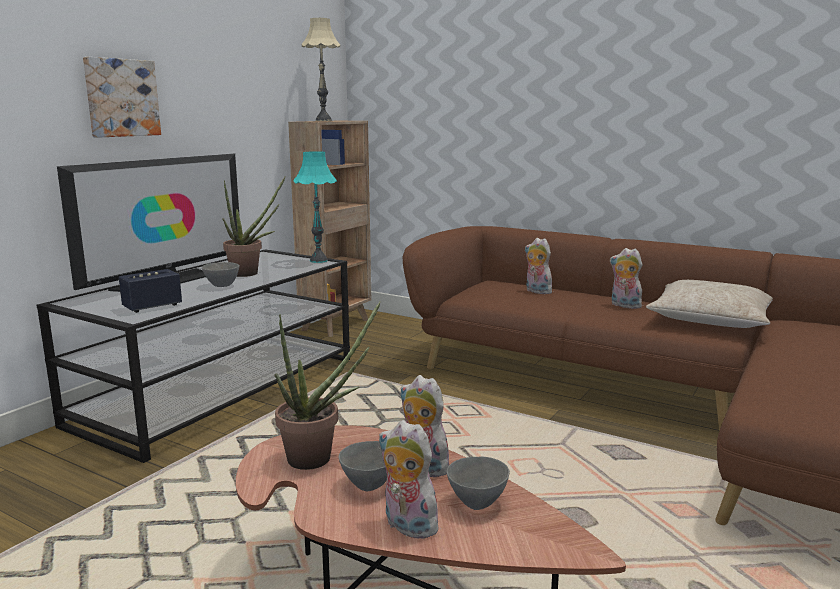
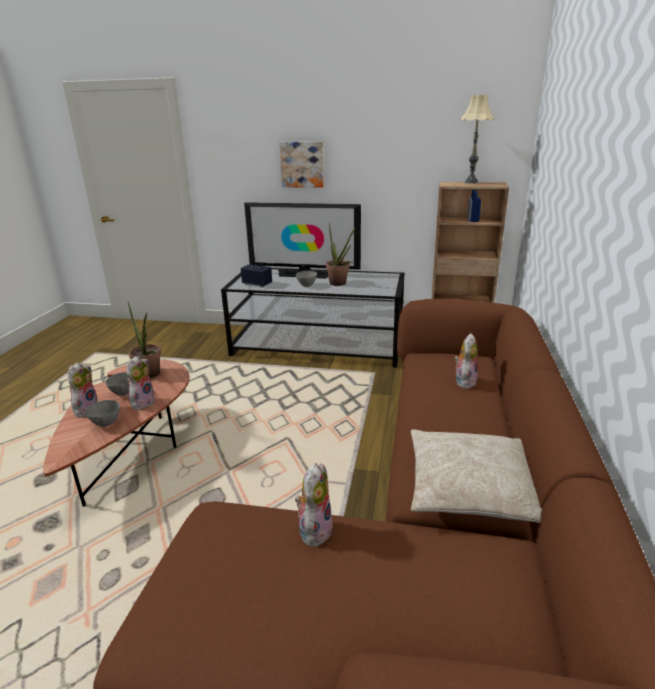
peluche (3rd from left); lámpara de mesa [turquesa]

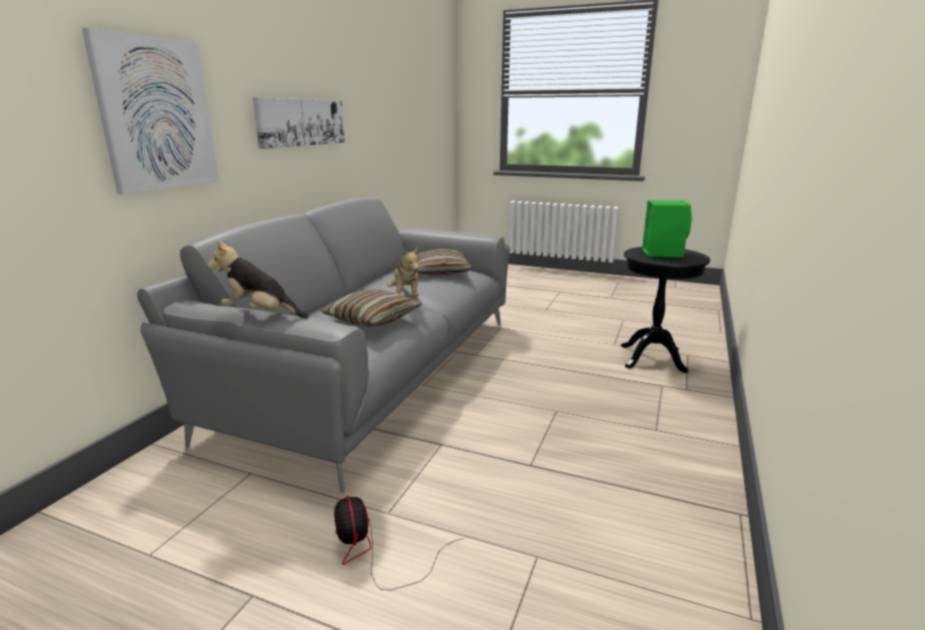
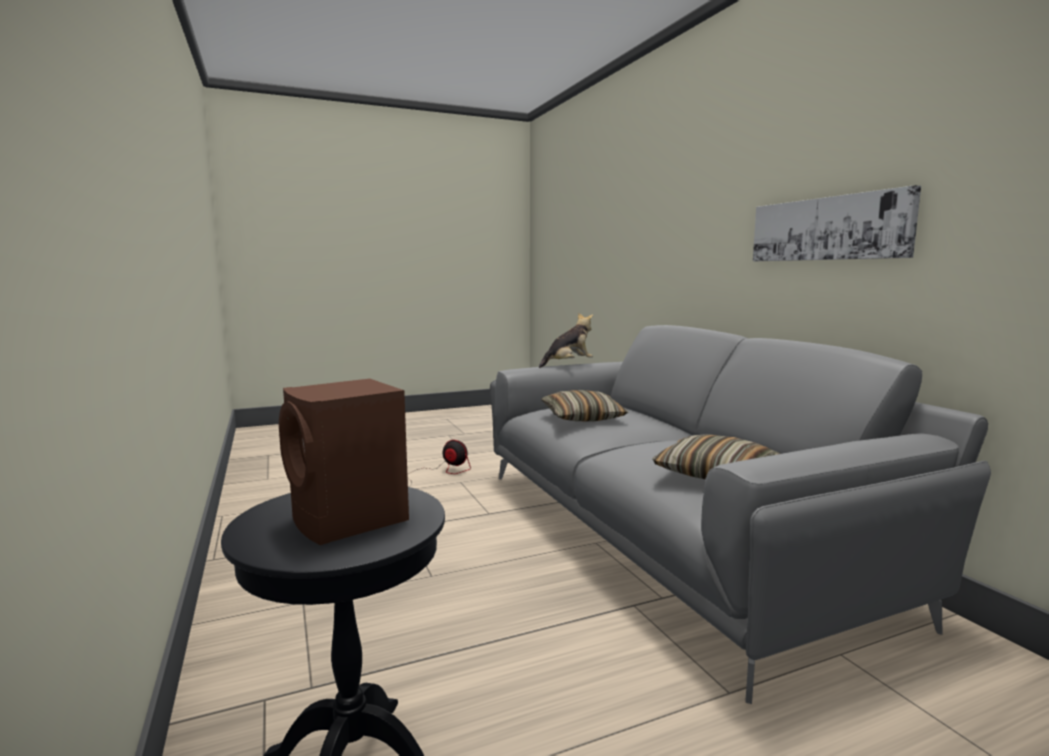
altavoz [marrón]; cuadro (1st from left in the first image); peluche (2nd from left in the first image)

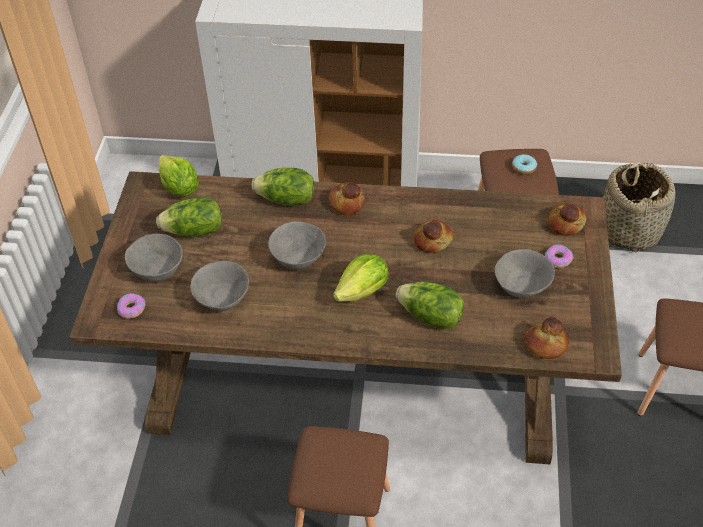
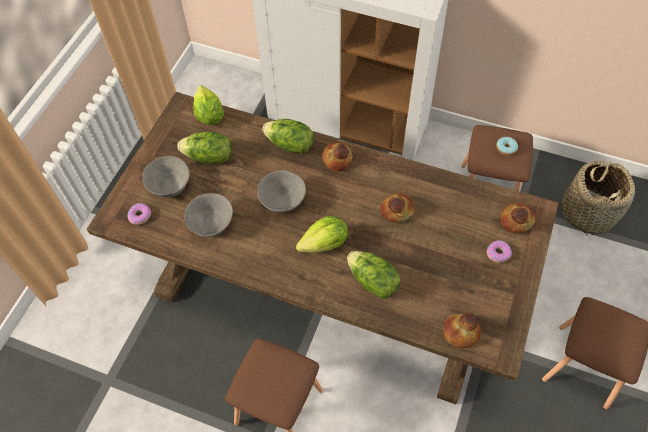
cuenco [gris] (4th from left in the first image)

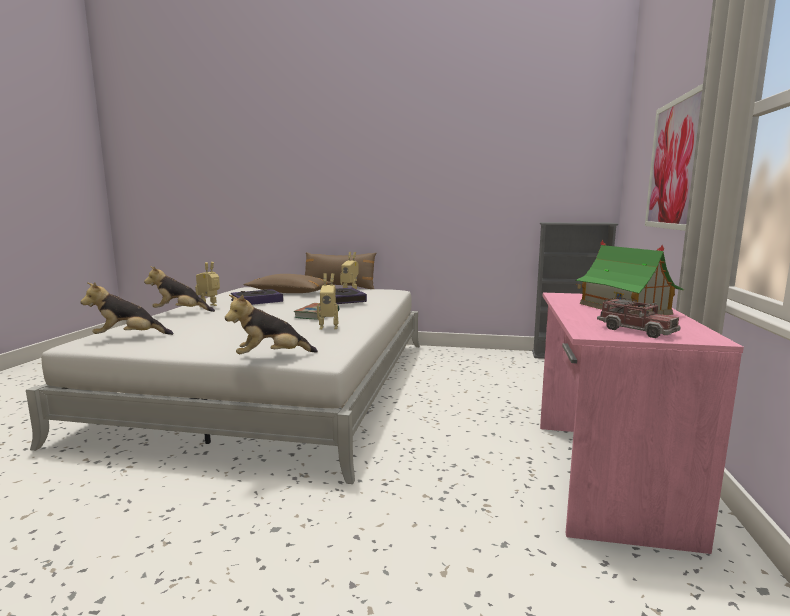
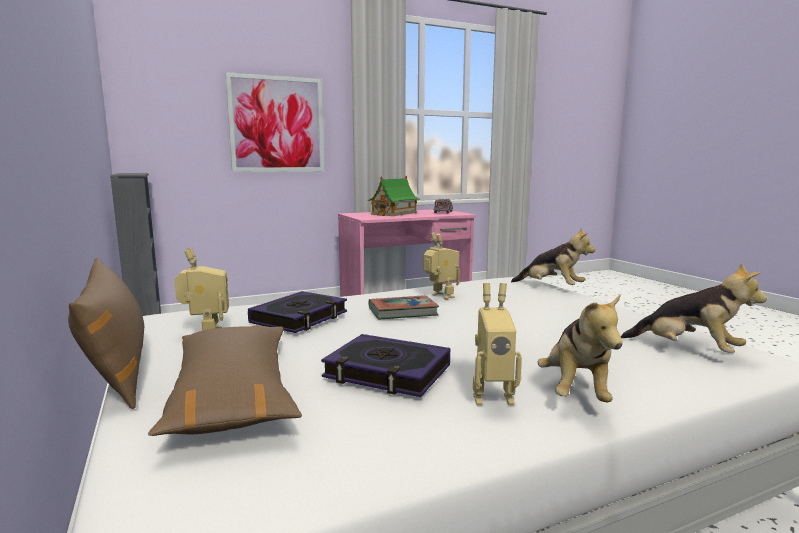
peluche (2nd from left)

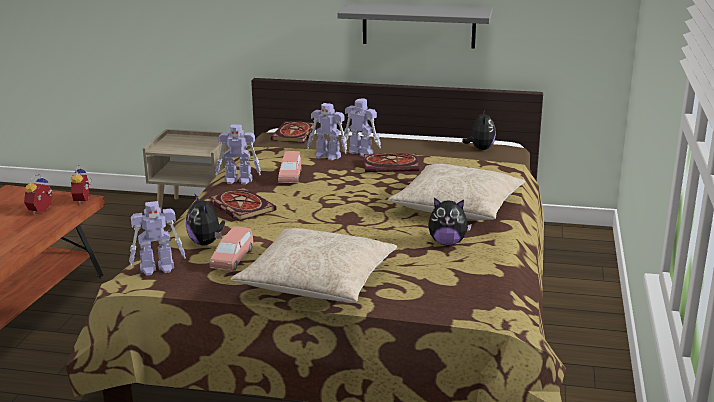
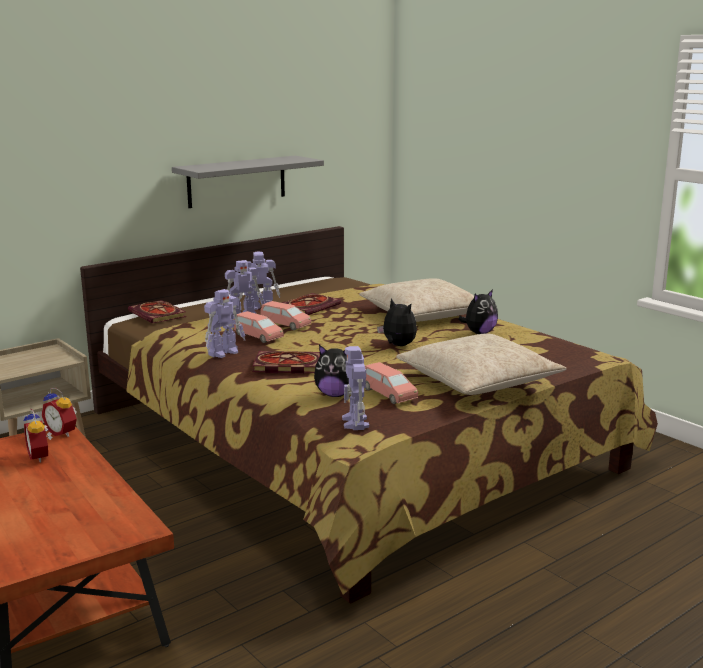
coche de juguete [rosa] (2nd from left); robot de juguete (4th from left); peluche (2nd from left)

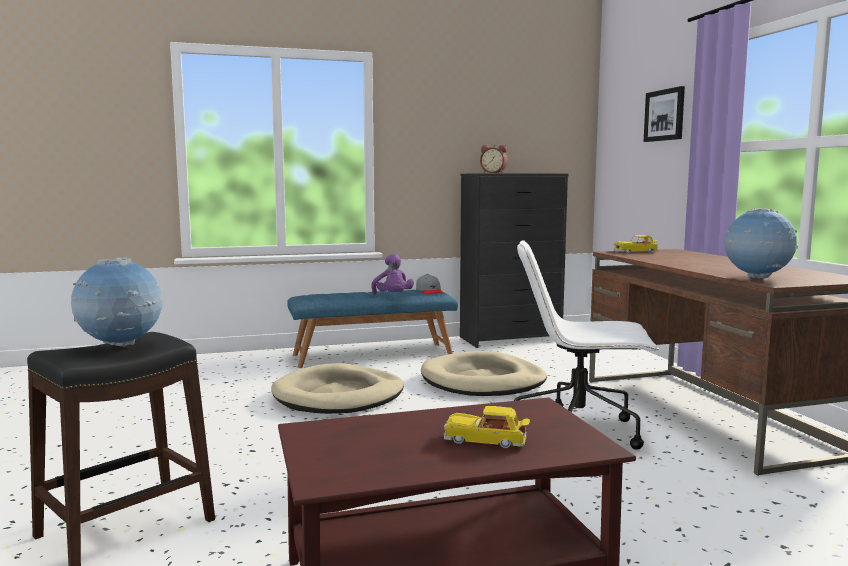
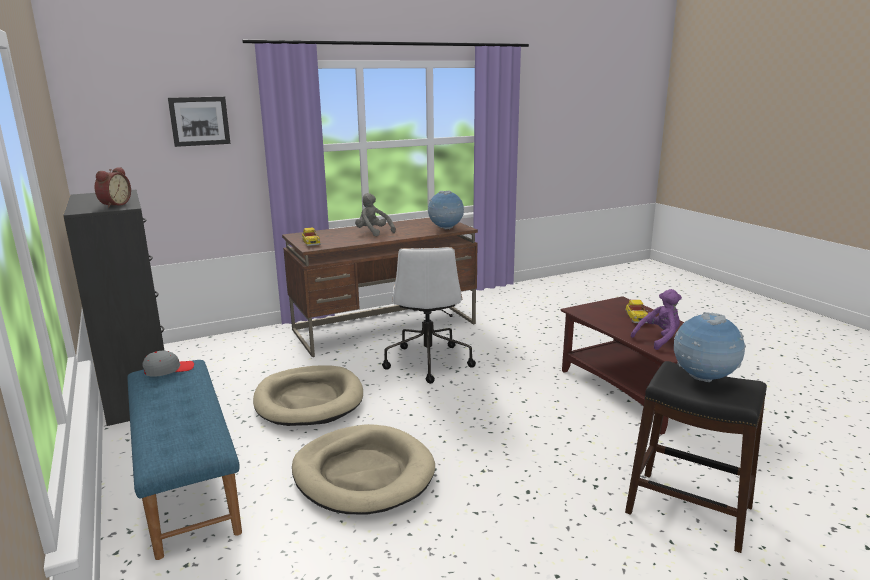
peluche [gris]; peluche [morado]

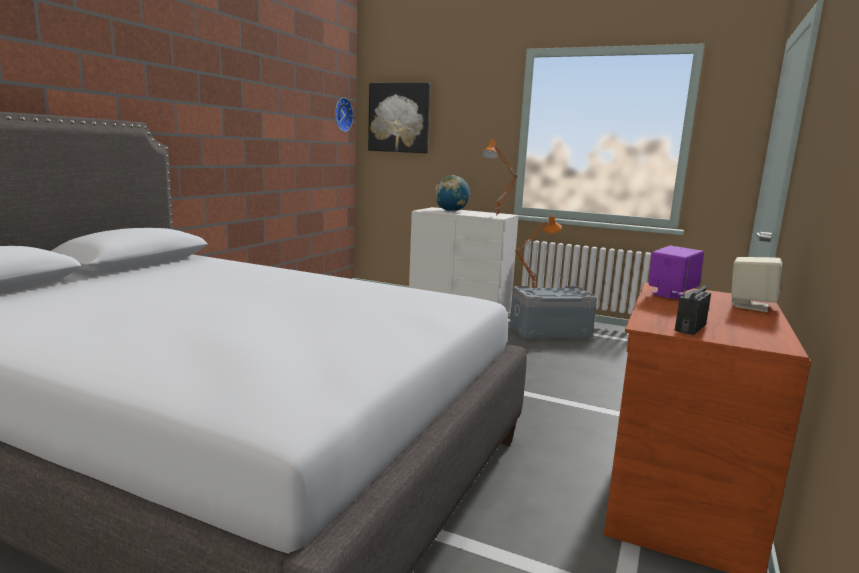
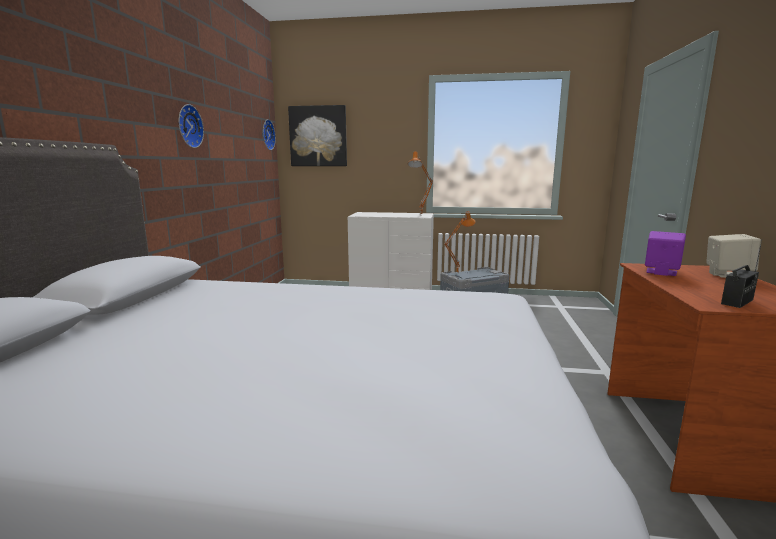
reloj de pared (1st from left); radio; globo terráqueo

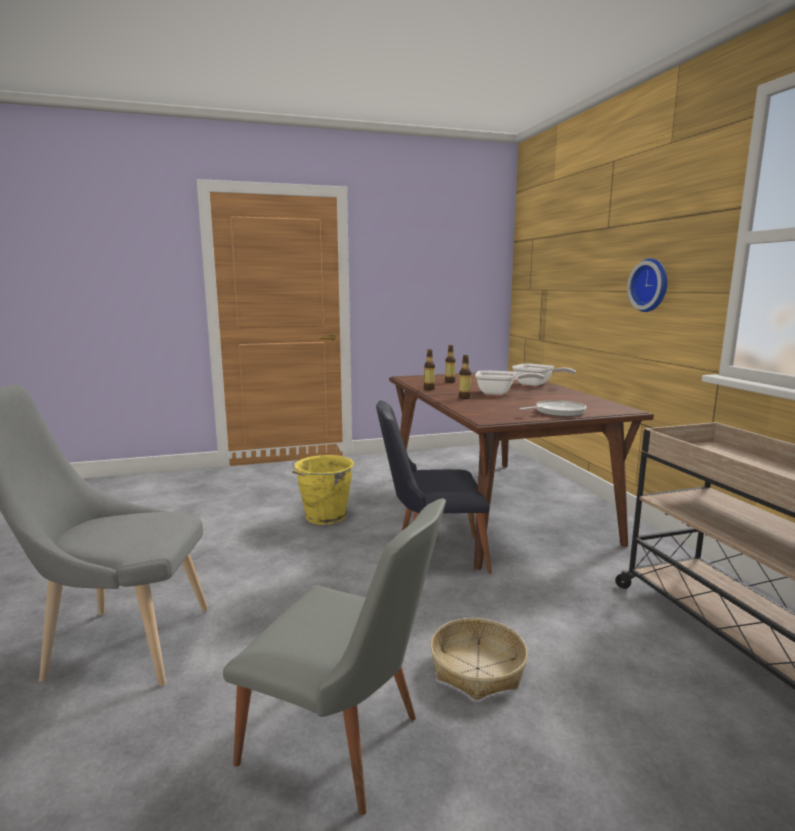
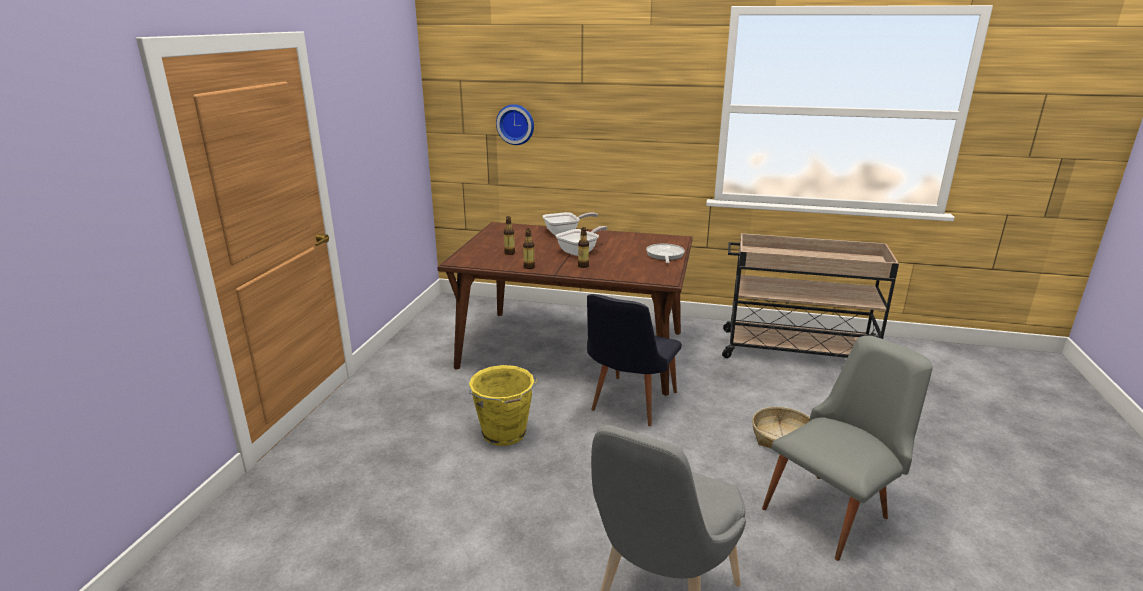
reloj de pared

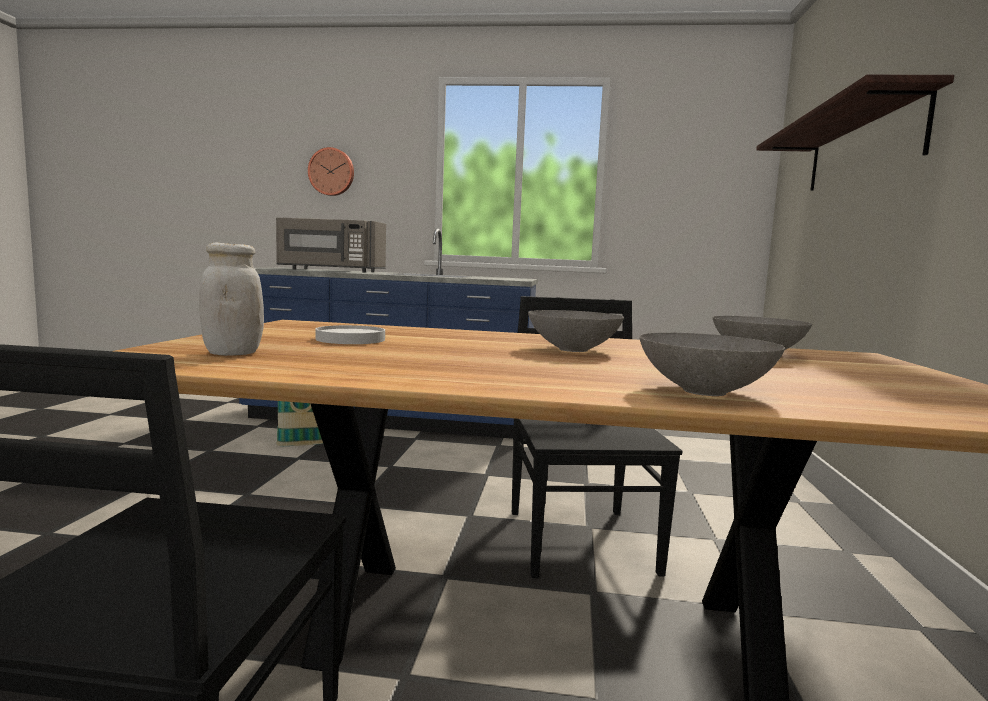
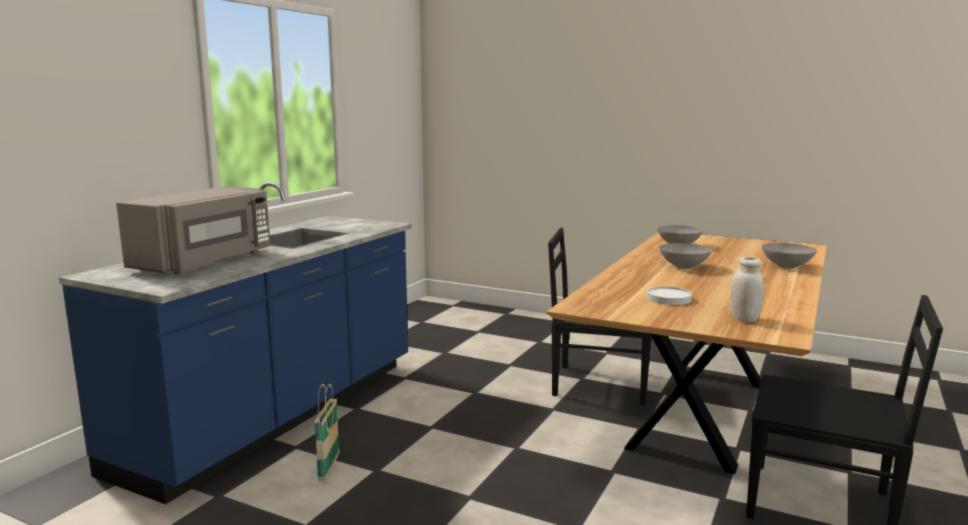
reloj de pared; estante

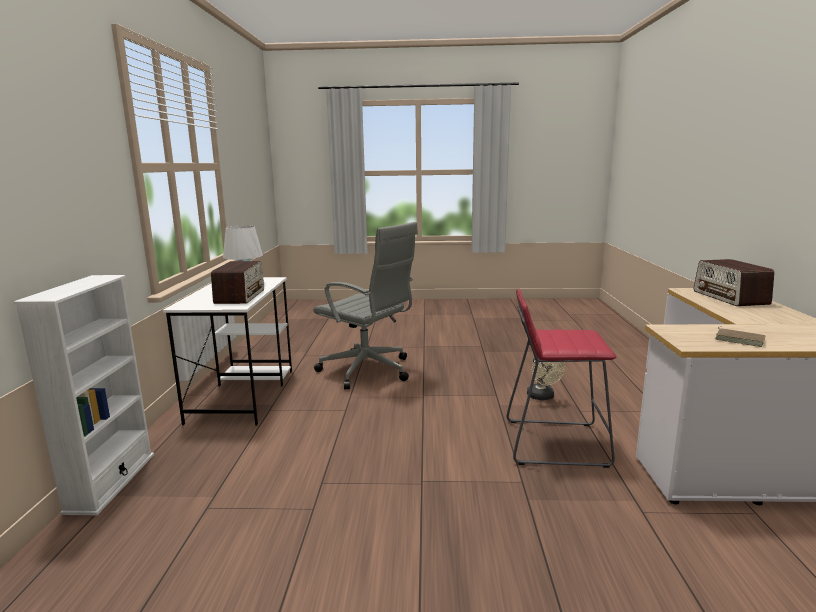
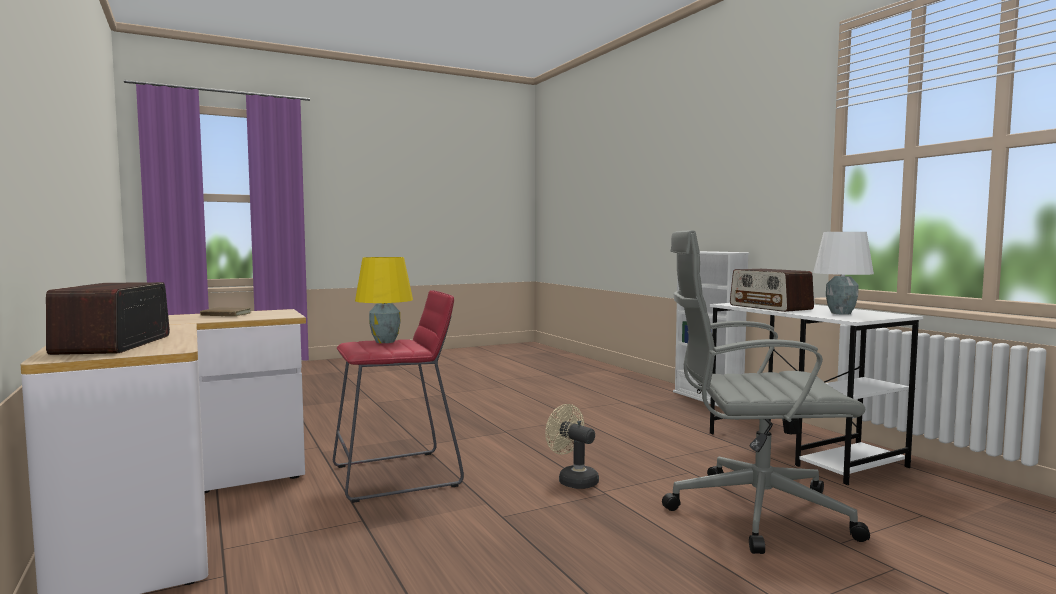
radio (1st from left); lámpara de mesa [amarillo]; ventilador [beis]

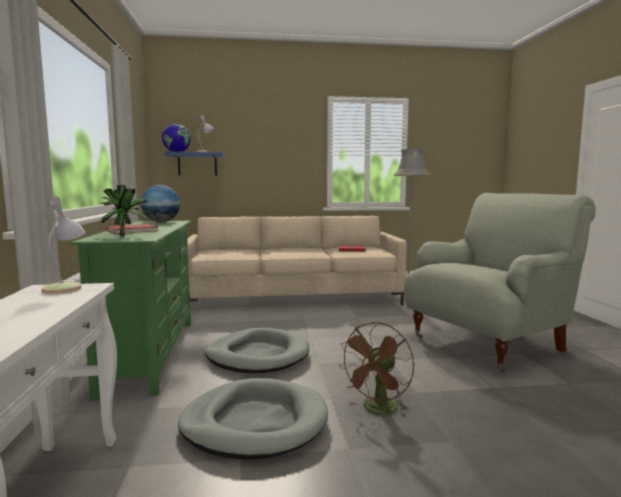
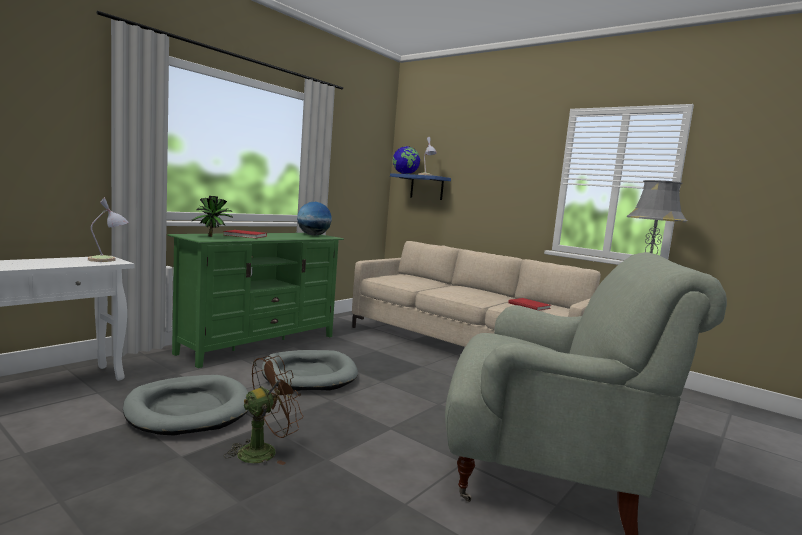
ventilador [marrón]

